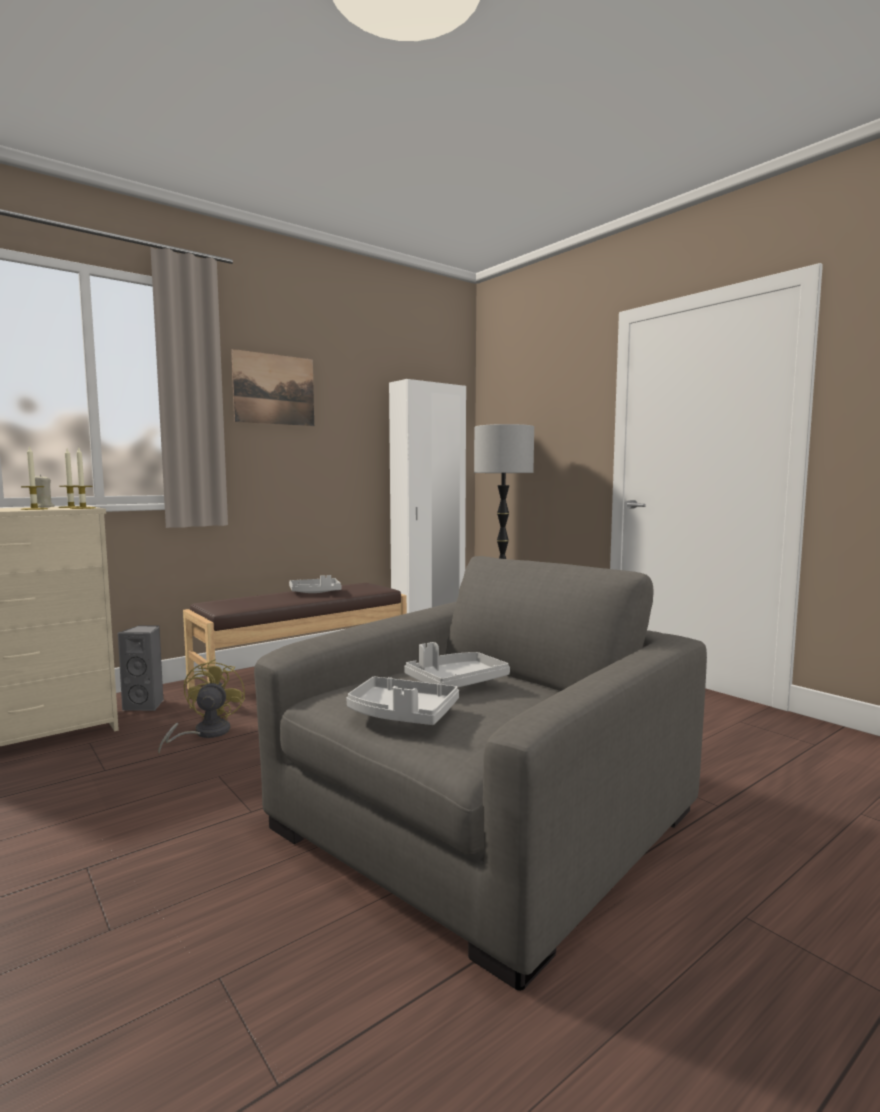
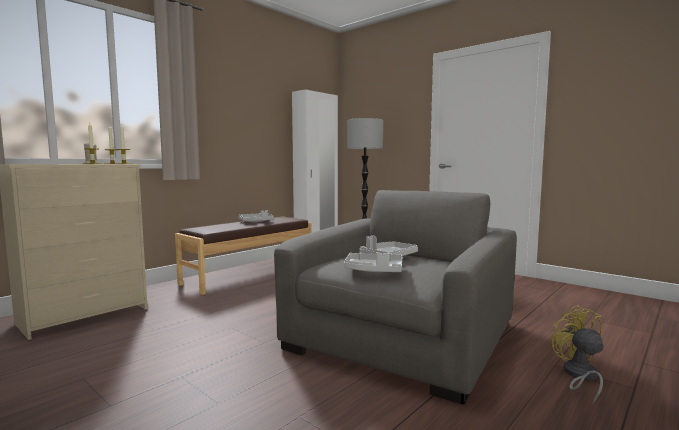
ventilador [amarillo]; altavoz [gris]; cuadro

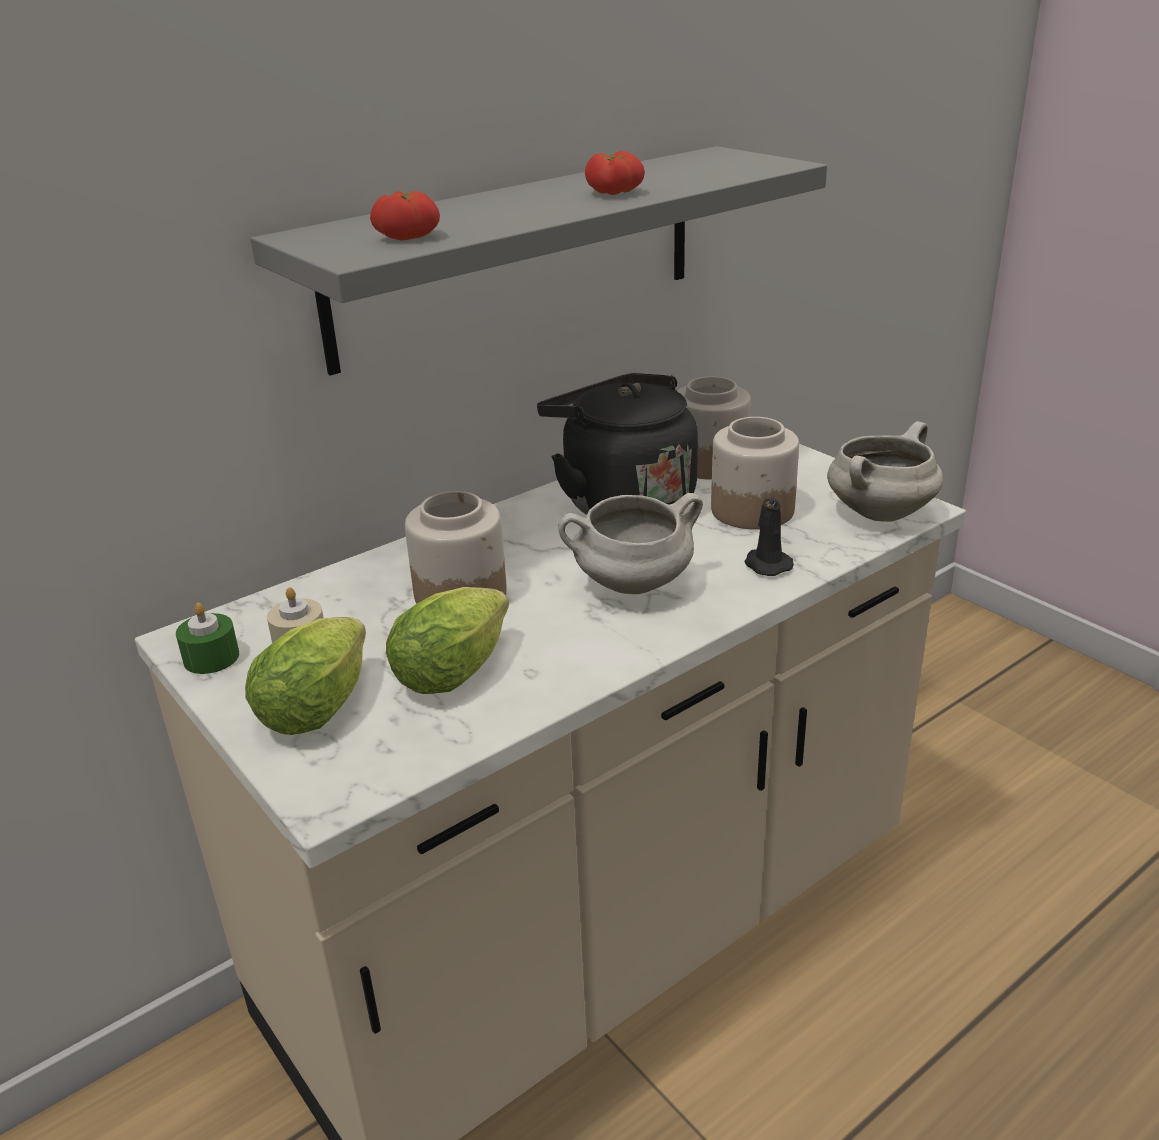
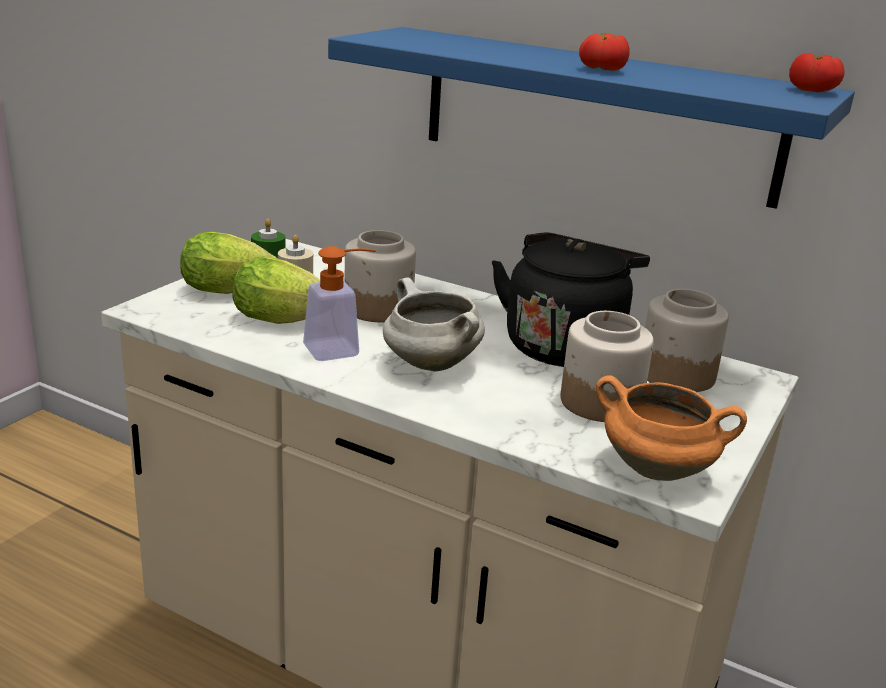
dispensador de jabón; estante [azul]; olla [naranja]; tomate (2nd from left); vela [negro]

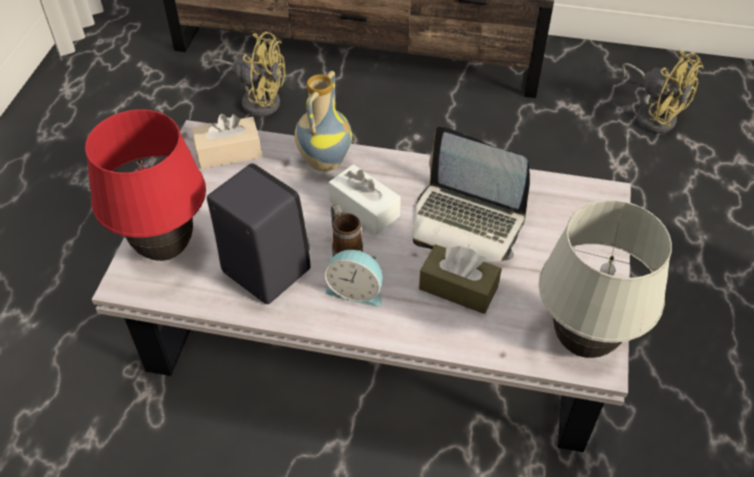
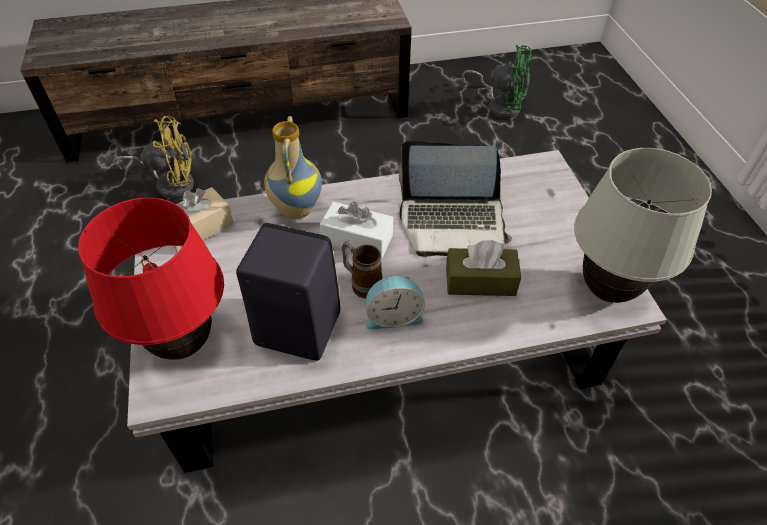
ventilador [verde]

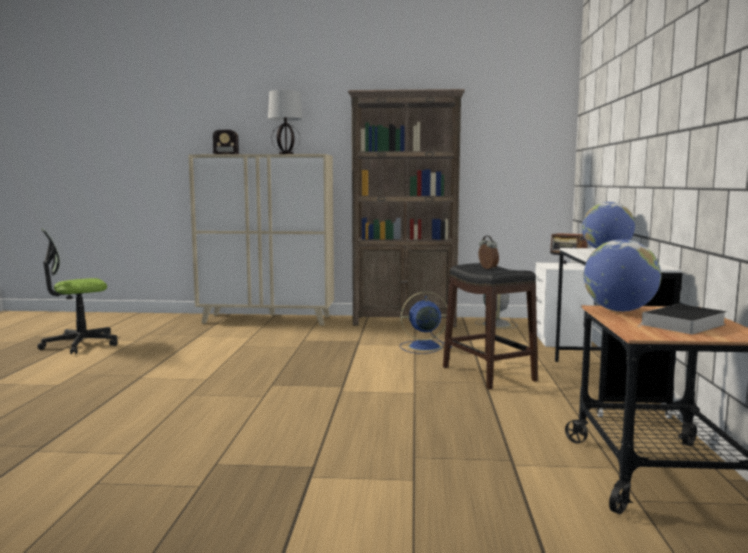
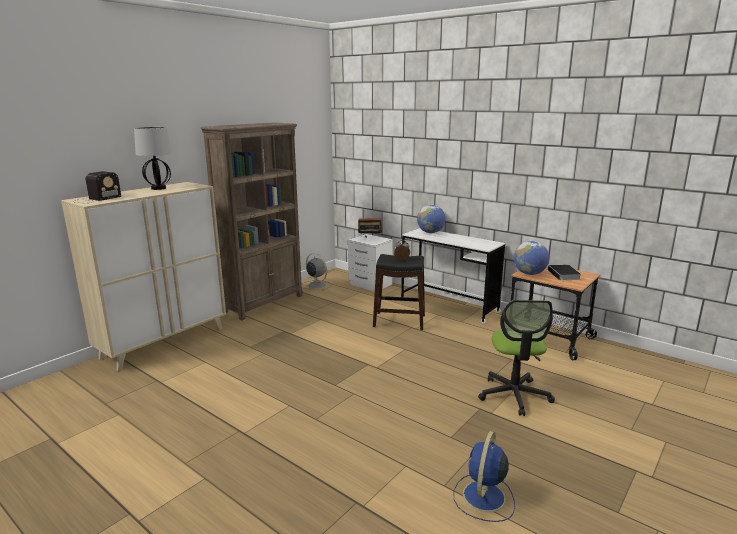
ventilador [azul]; silla de oficina

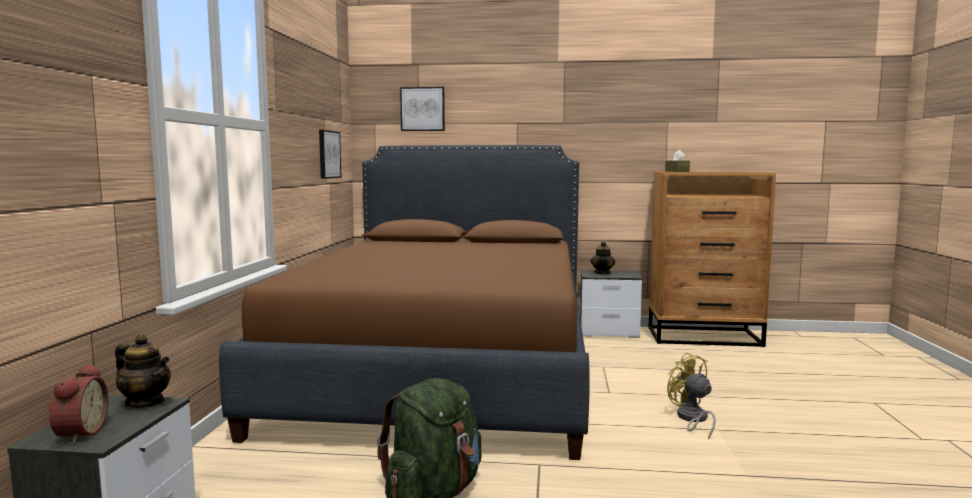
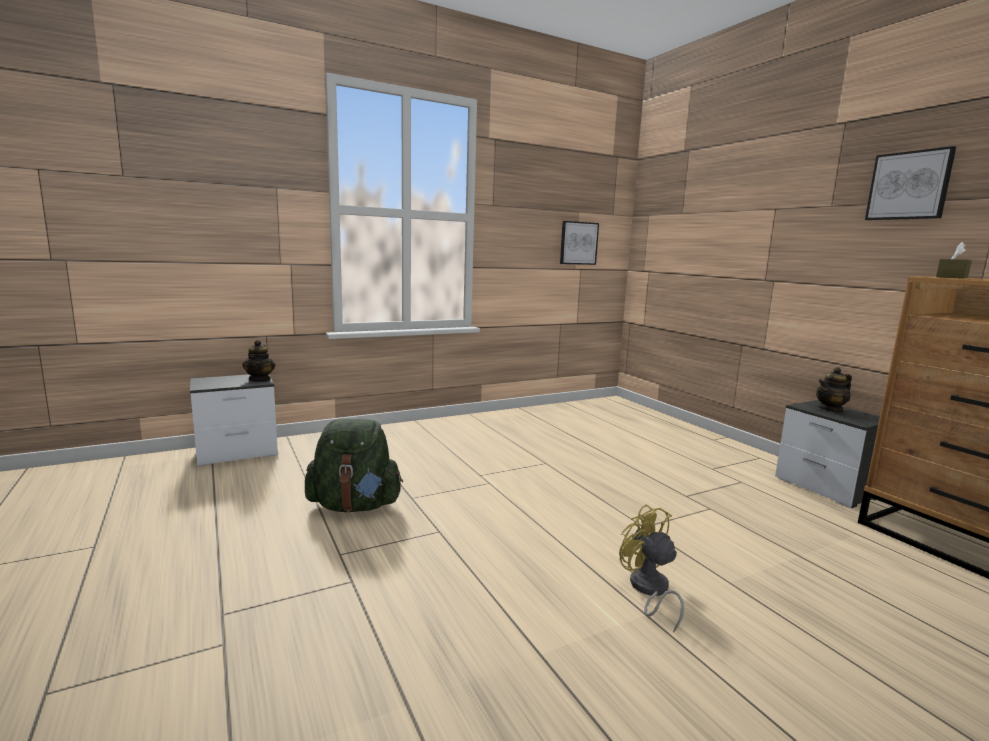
ventilador [amarillo]; cuadro (2nd from left); despertador; cama [marrón]

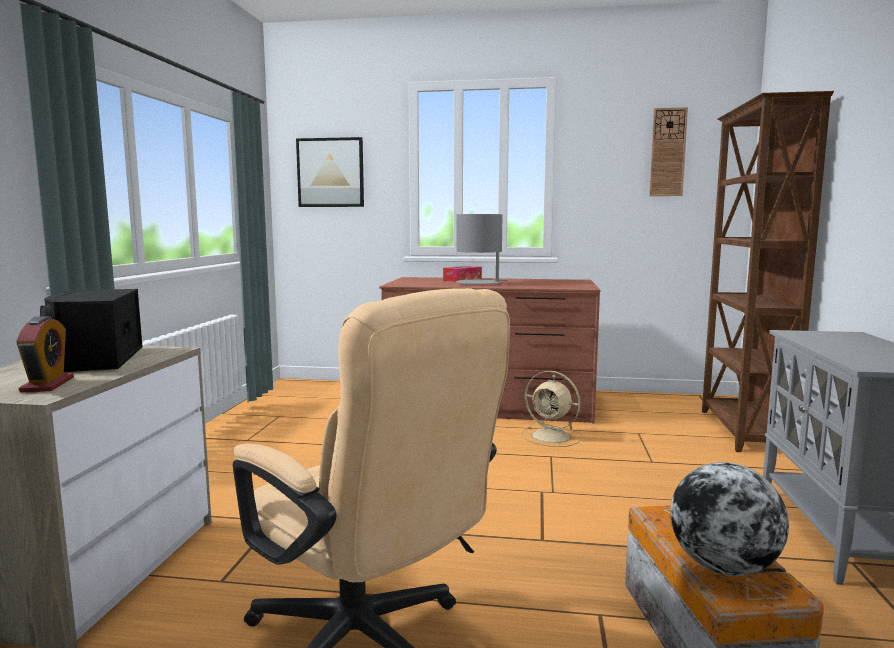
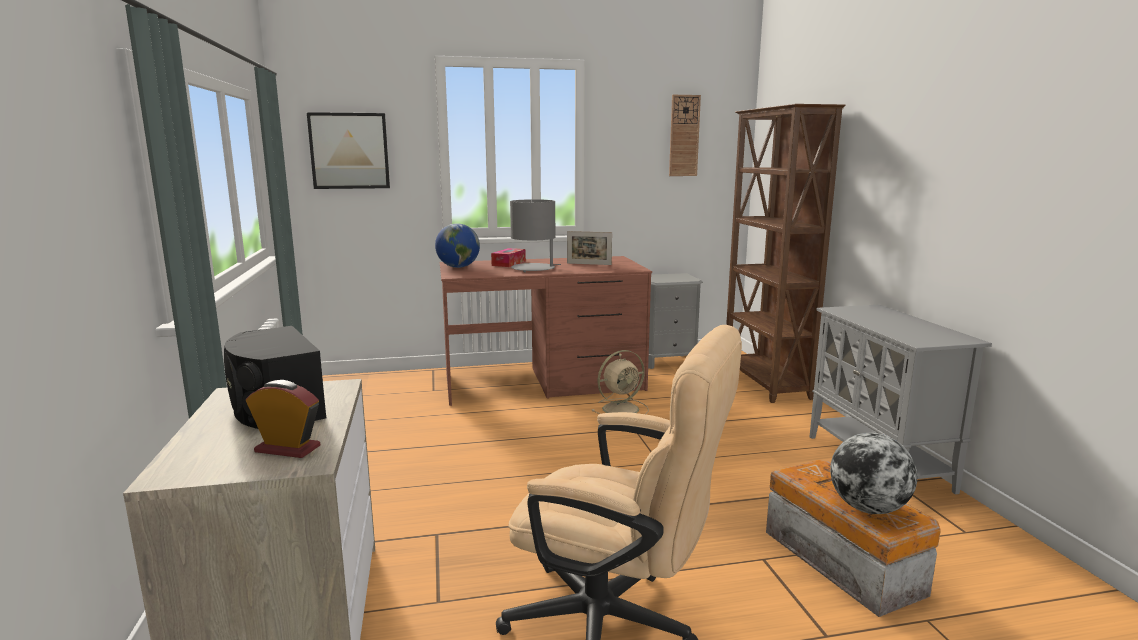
despertador; globo terráqueo (1st from left); portarretratos; ventilador [beis]; mesita de noche [gris]

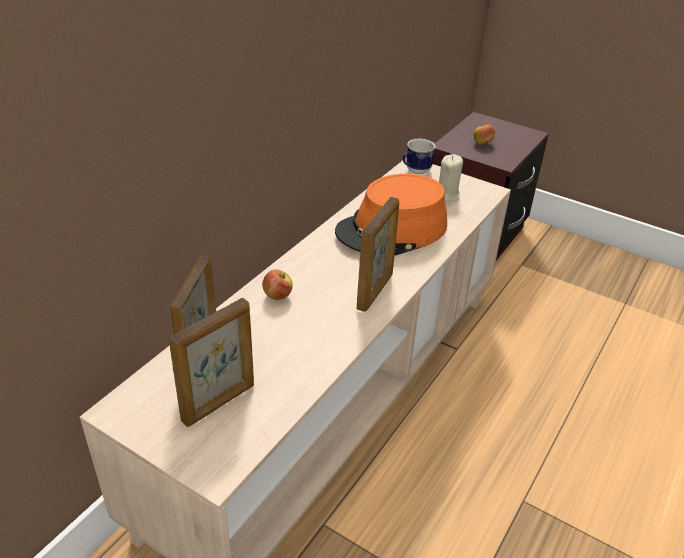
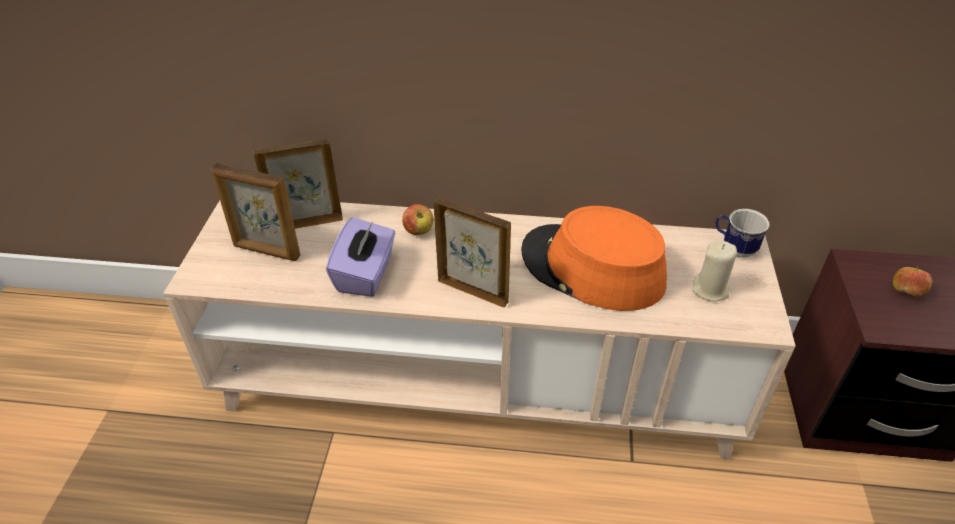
caja de pañuelos [morado]; portarretratos (3rd from left)

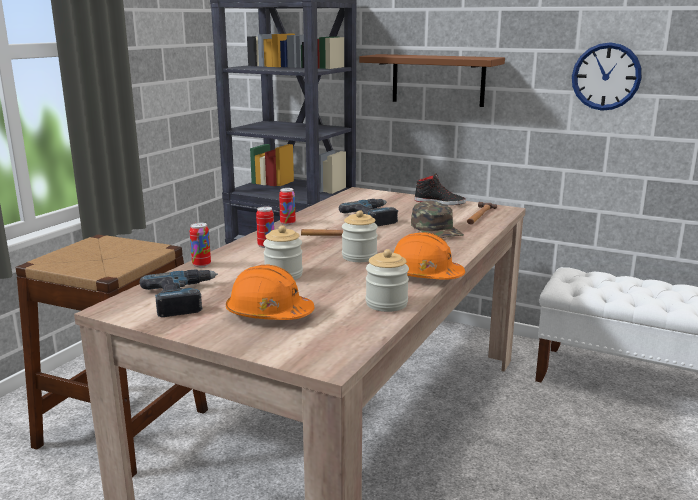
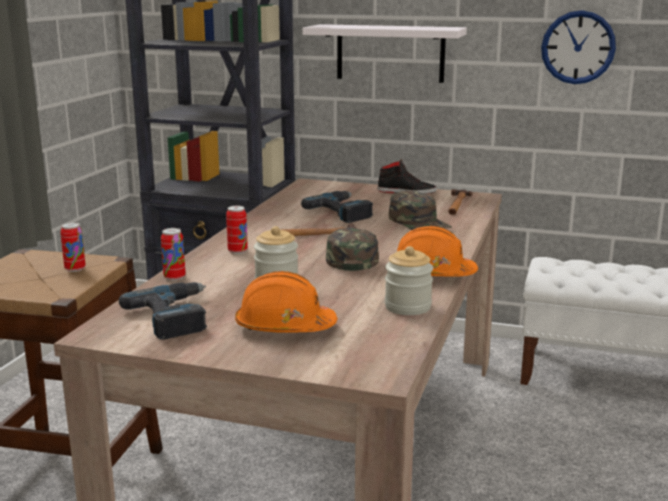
lata (1st from left); estante [blanco]; gorra [verde] (1st from left)

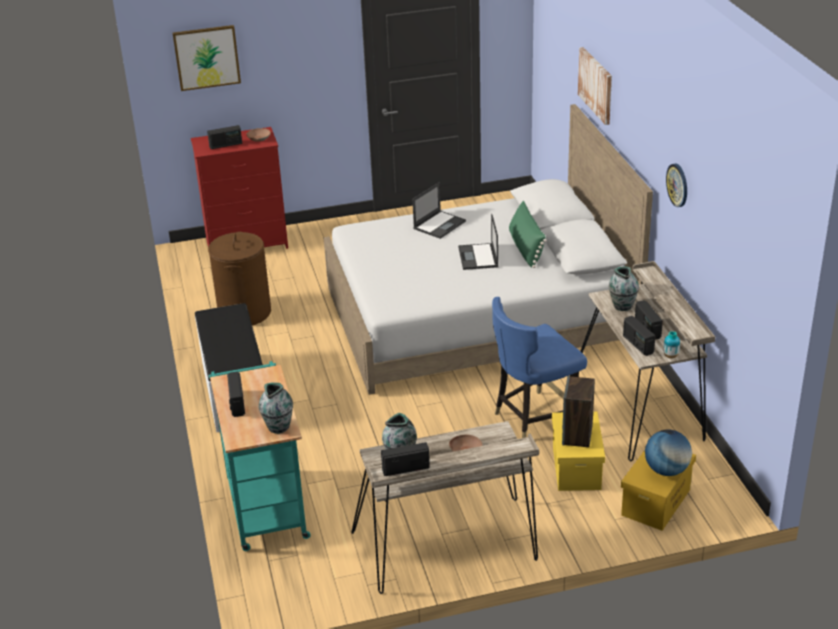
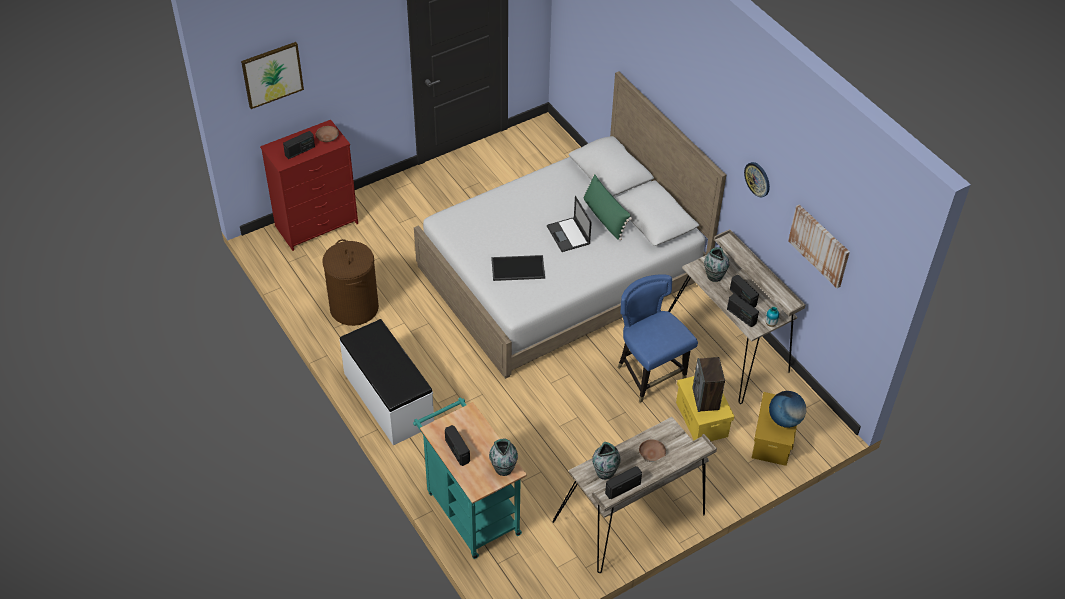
bandeja; silla [azul]; cuadro (2nd from left); portátil (1st from left in the first image)

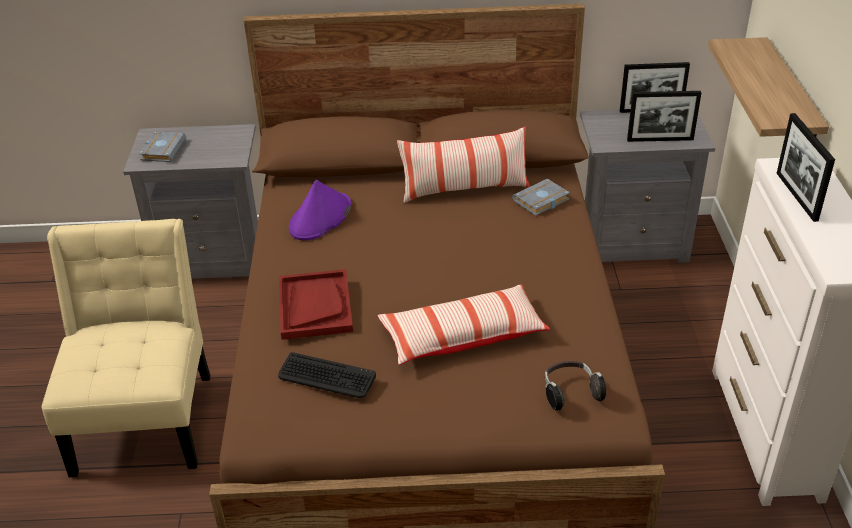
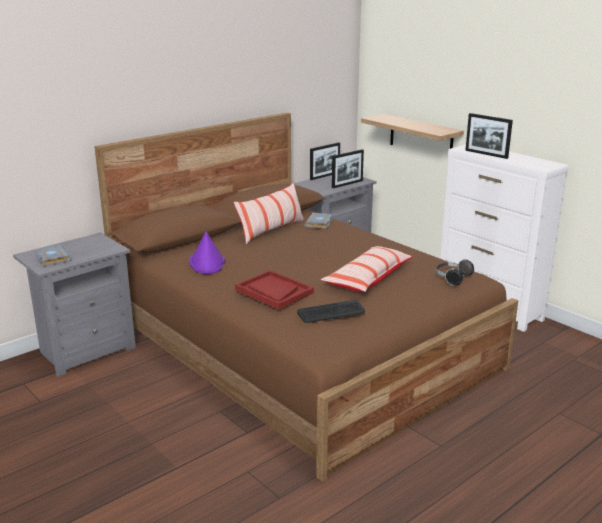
silla [beis]

